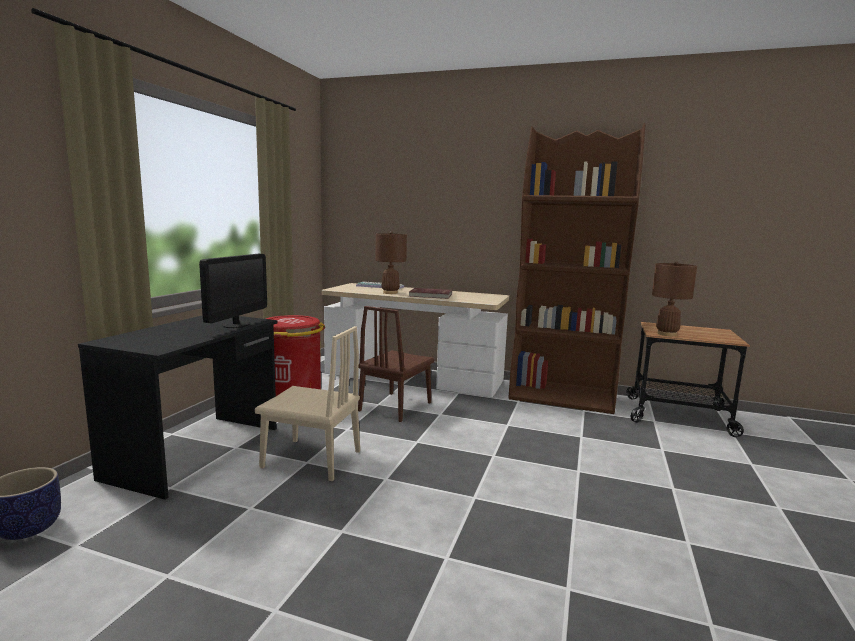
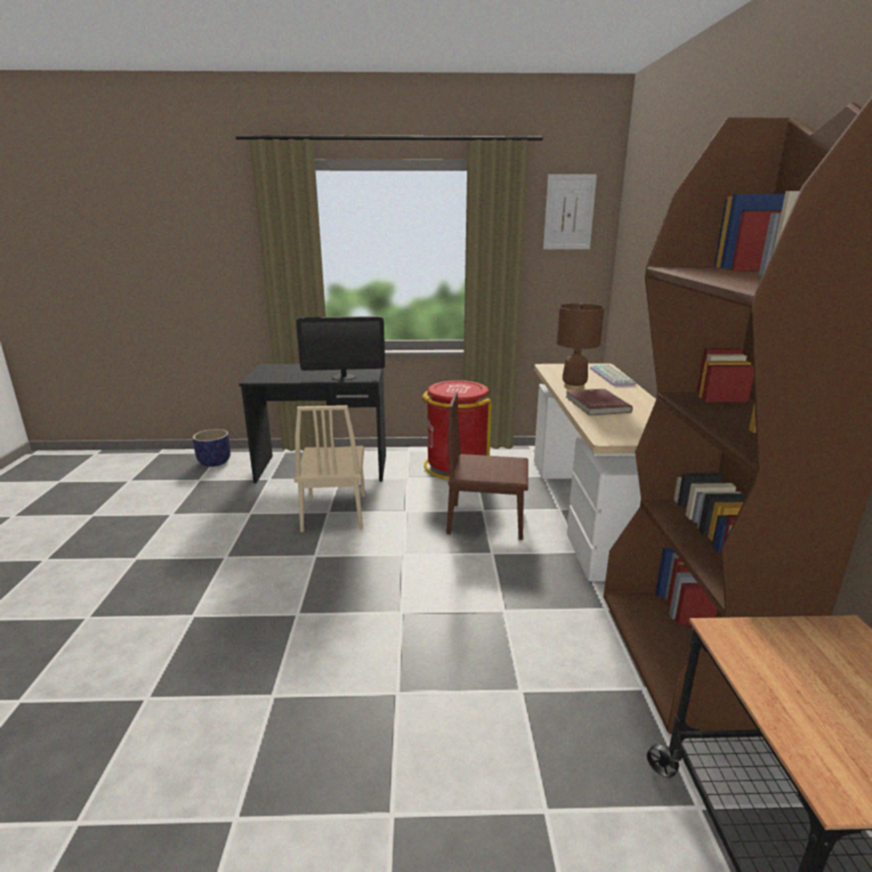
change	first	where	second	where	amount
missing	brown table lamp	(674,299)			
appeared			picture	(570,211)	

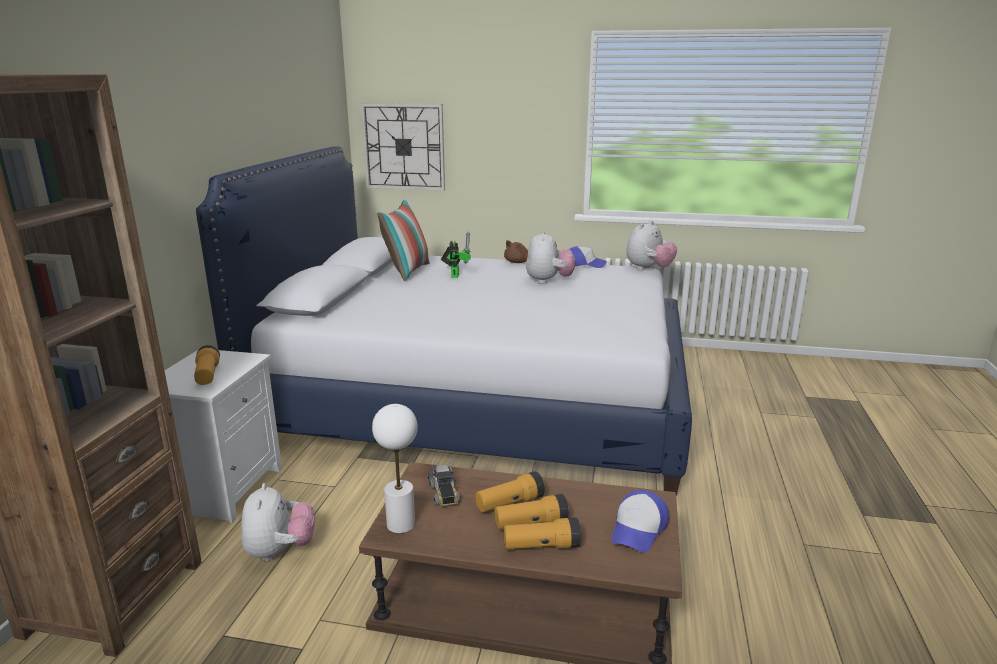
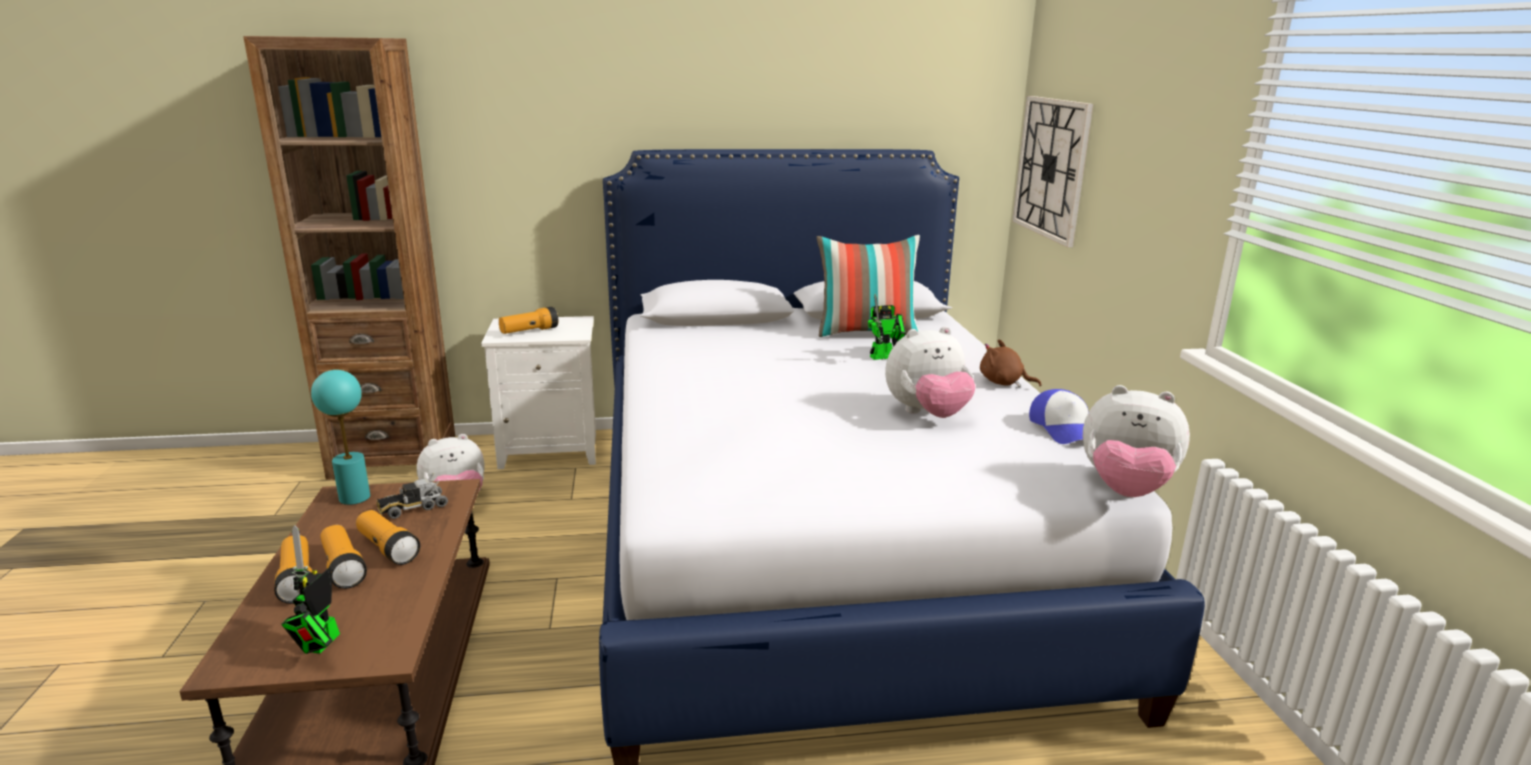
change	first	where	second	where	amount
colour	white table lamp	(395,468)	turquoise table lamp	(340,437)	
exchanged	cap	(640,521)	toy robot	(310,589)	

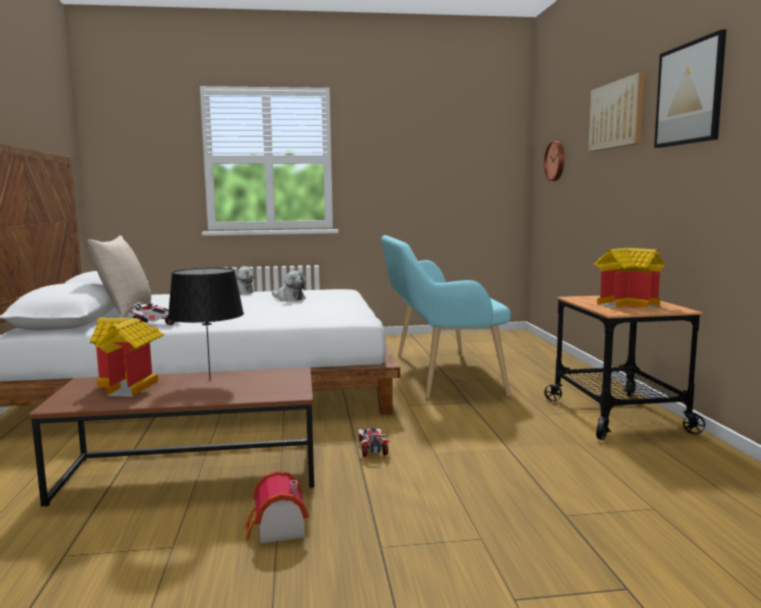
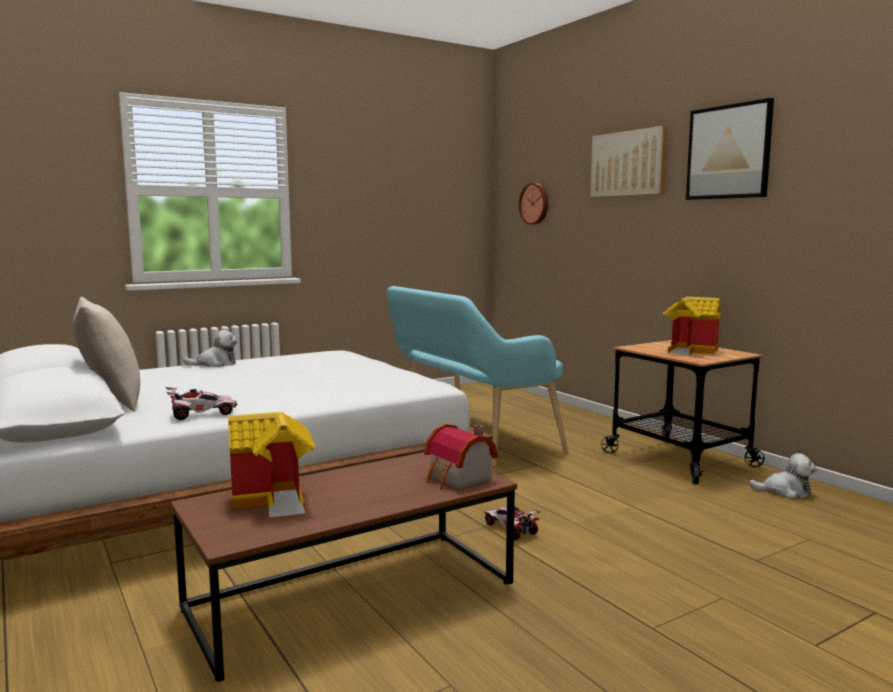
change	first	where	second	where	amount
missing	black table lamp	(206,324)			
relocated	toy house	(276,507)		(461,457)	
relocated	plush toy	(289,286)		(783,476)	

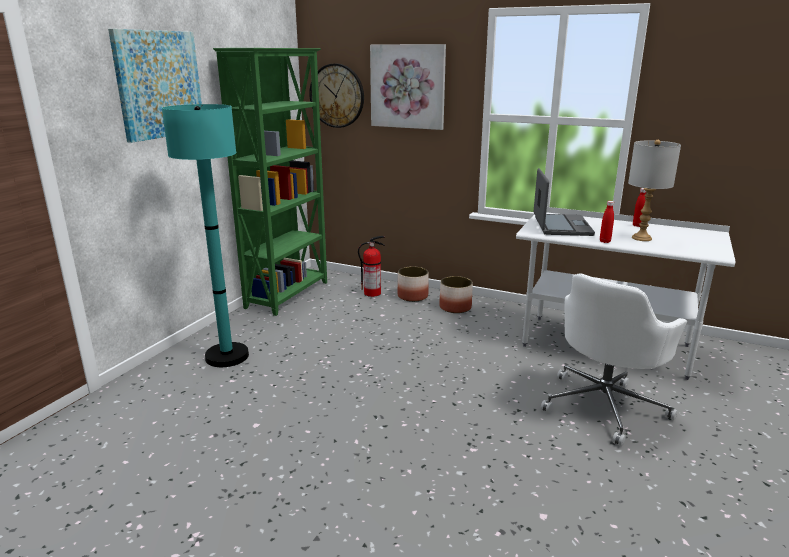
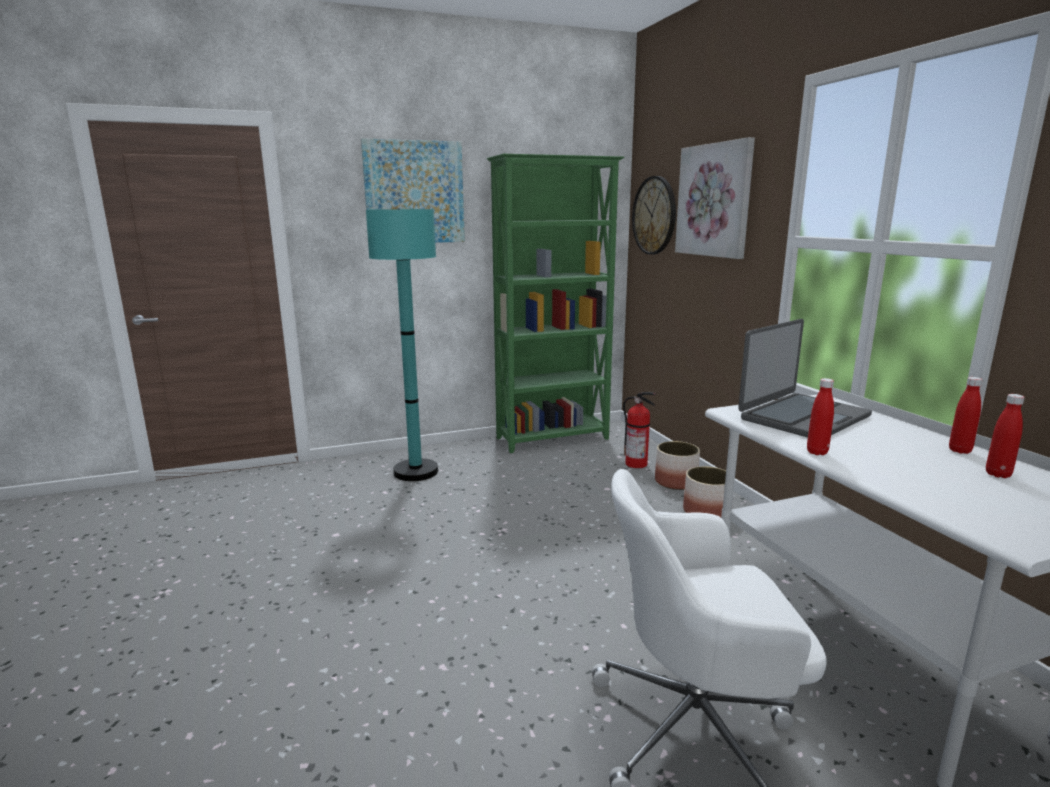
change	first	where	second	where	amount
missing	grey table lamp	(654,190)			
appeared			red bottle	(1005,436)	

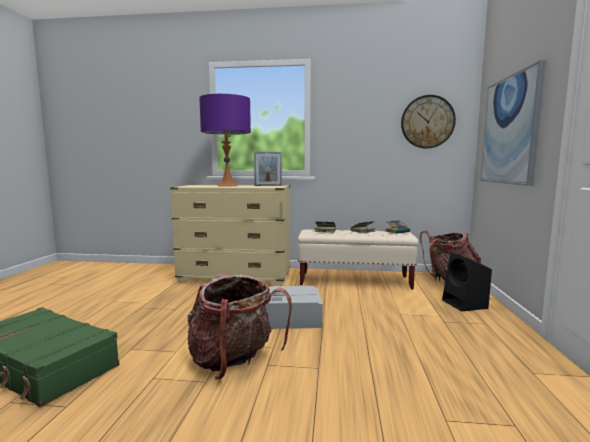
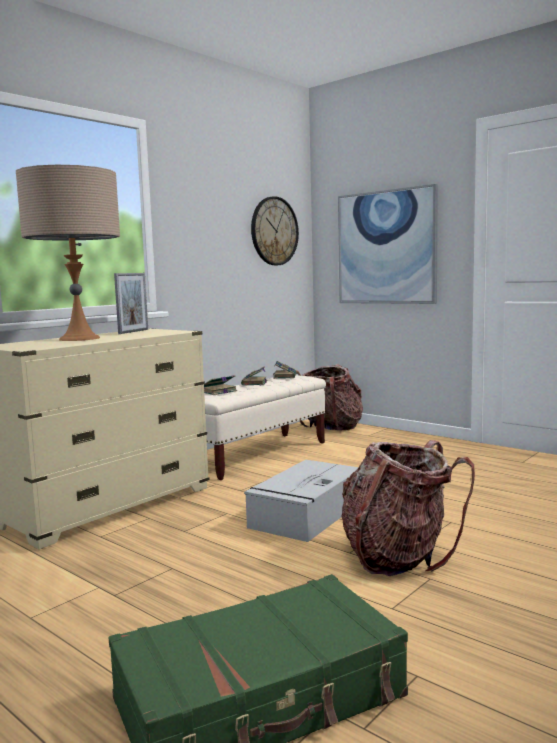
change	first	where	second	where	amount
colour	purple table lamp	(225,140)	beige table lamp	(68,253)	
missing	black speaker	(467,282)			

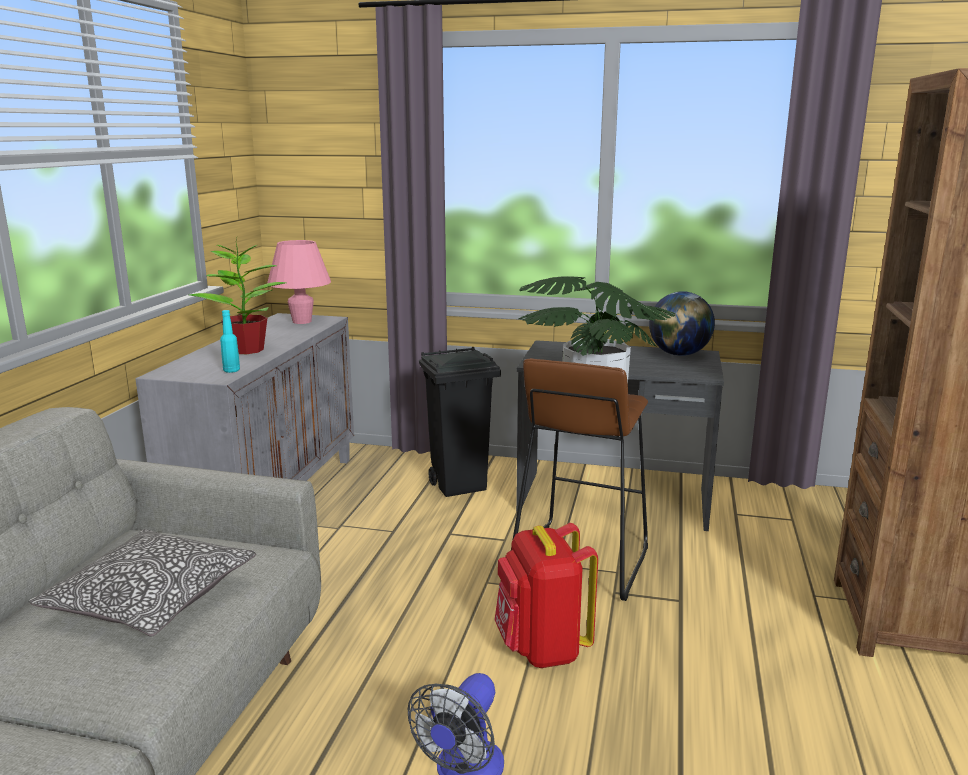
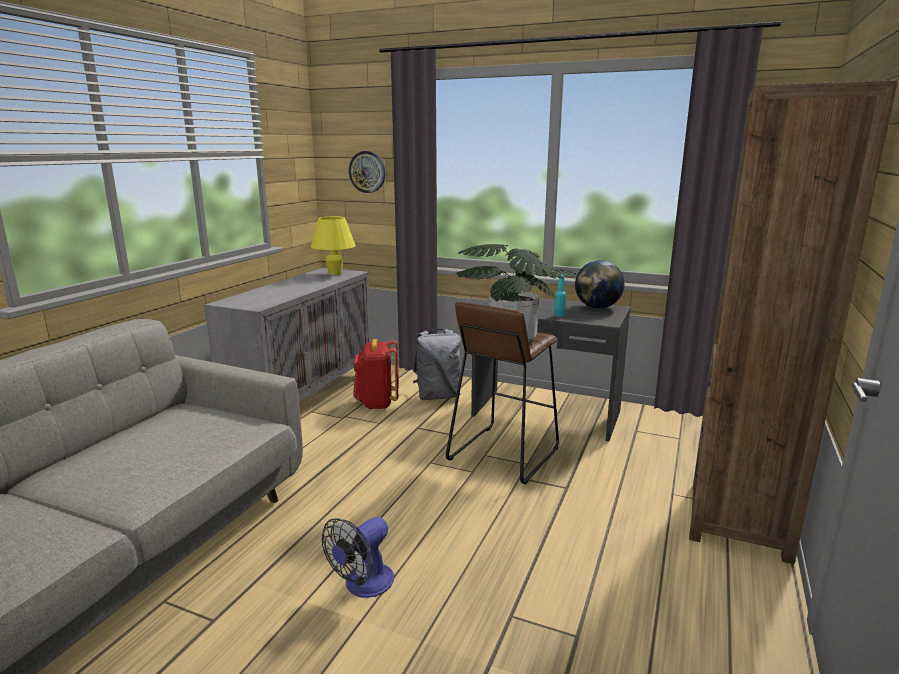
change	first	where	second	where	amount
missing	pillow	(142,582)			
missing	potted plant	(237,296)			
relocated	turquoise bottle	(230,341)		(560,295)	
colour	pink table lamp	(299,282)	yellow table lamp	(333,246)	
exchanged	black trash can	(460,422)	grey backpack	(437,364)	
relocated	red backpack	(546,595)		(376,374)	
appeared			wall clock	(367,172)	

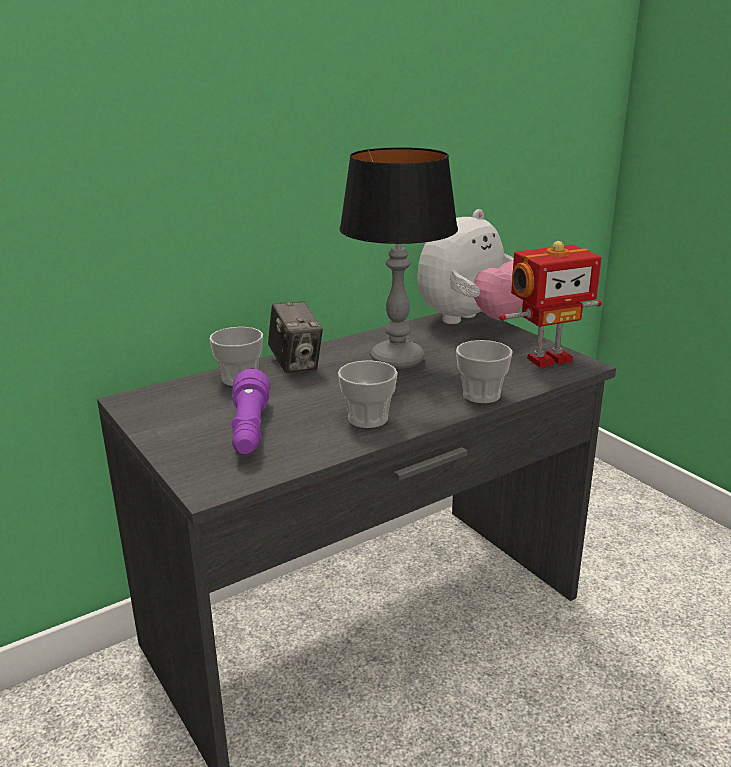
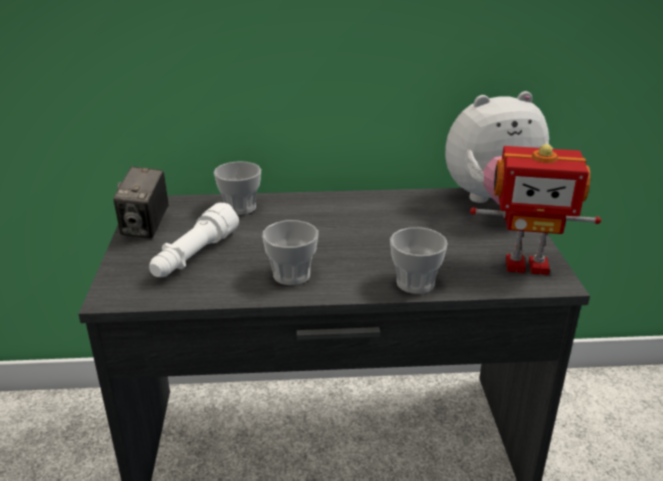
change	first	where	second	where	amount
colour	purple flashlight	(250,411)	white flashlight	(194,240)	
relocated	photo camera	(295,337)		(140,202)	
missing	table lamp	(398,258)			

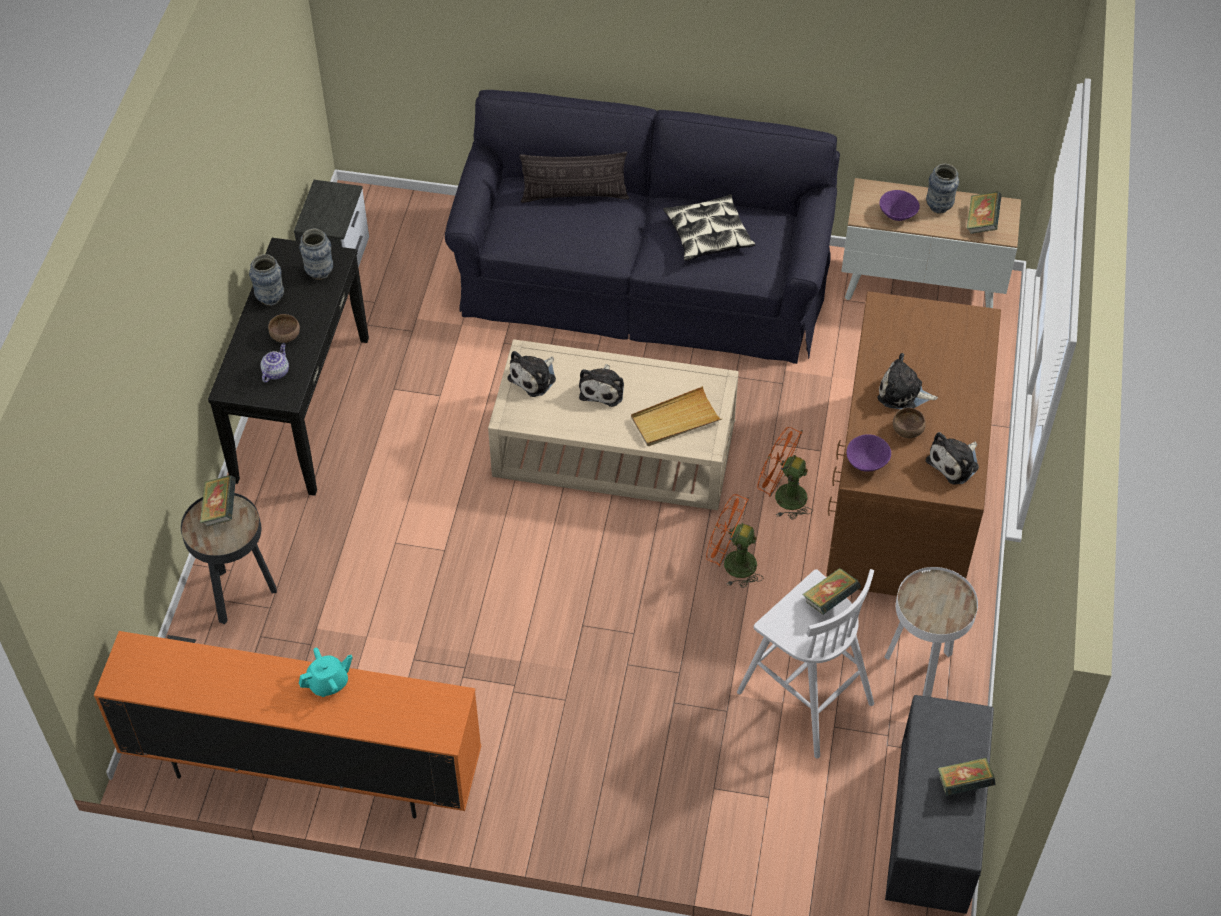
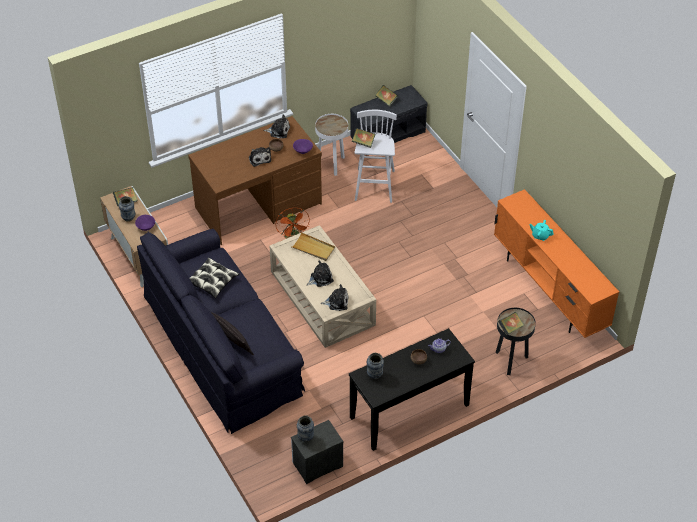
change	first	where	second	where	amount
relocated	vase	(266,280)		(305,428)	
missing	orange fan	(734,541)			

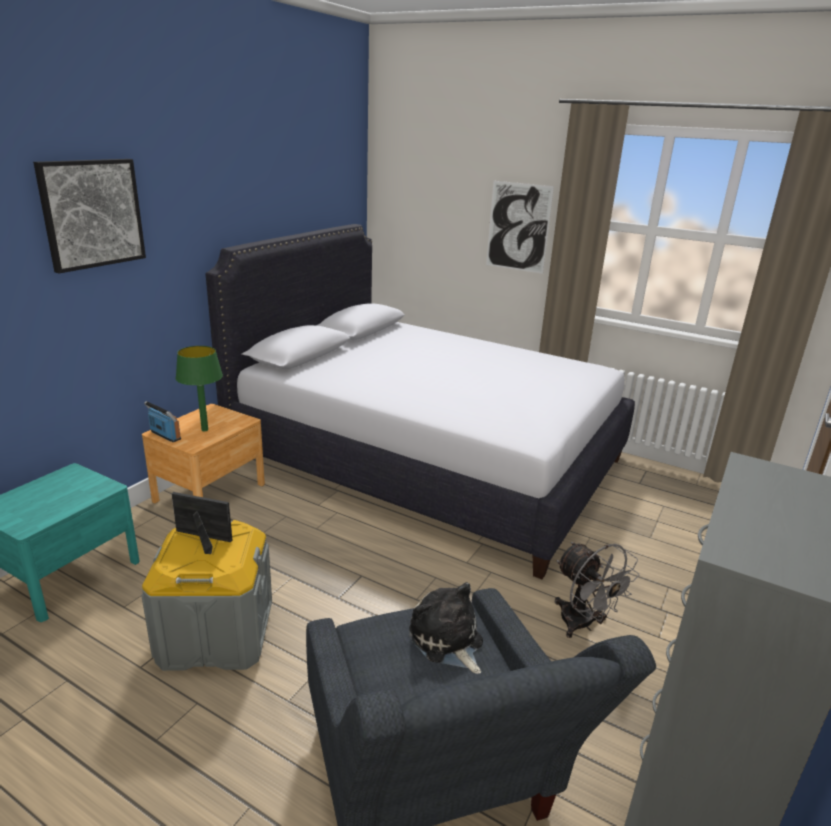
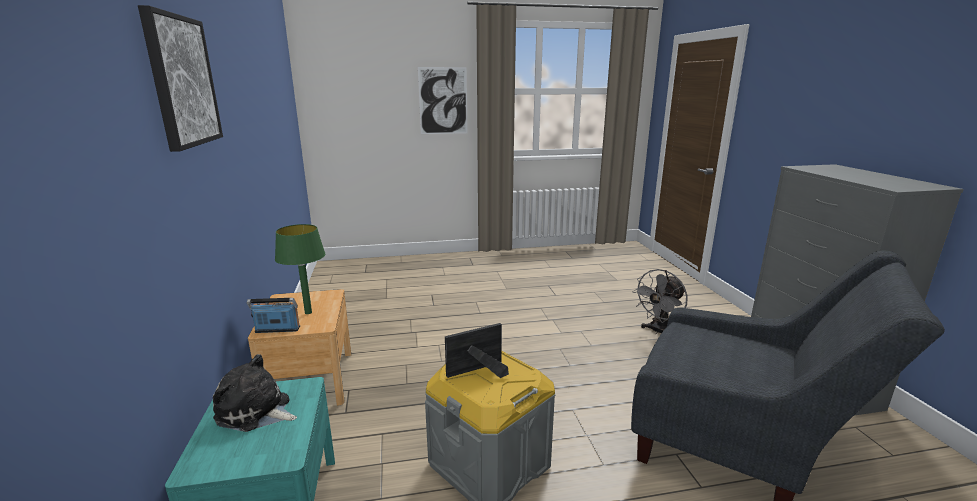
change	first	where	second	where	amount
missing	white bed	(420,401)			
relocated	plush toy	(446,628)		(255,393)	
spun	grey fan	(597,590)		(660,301)	120 degrees clockwise

